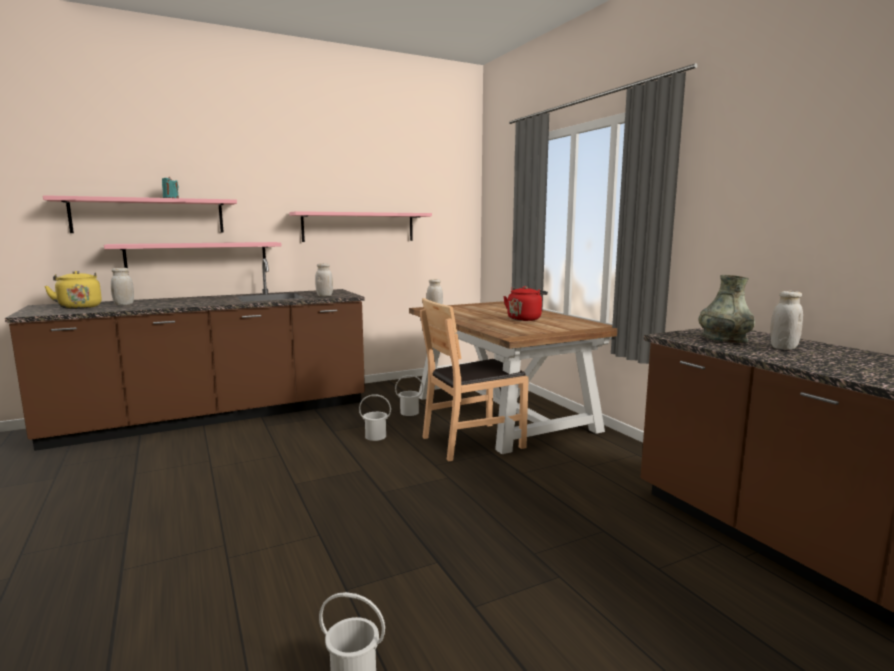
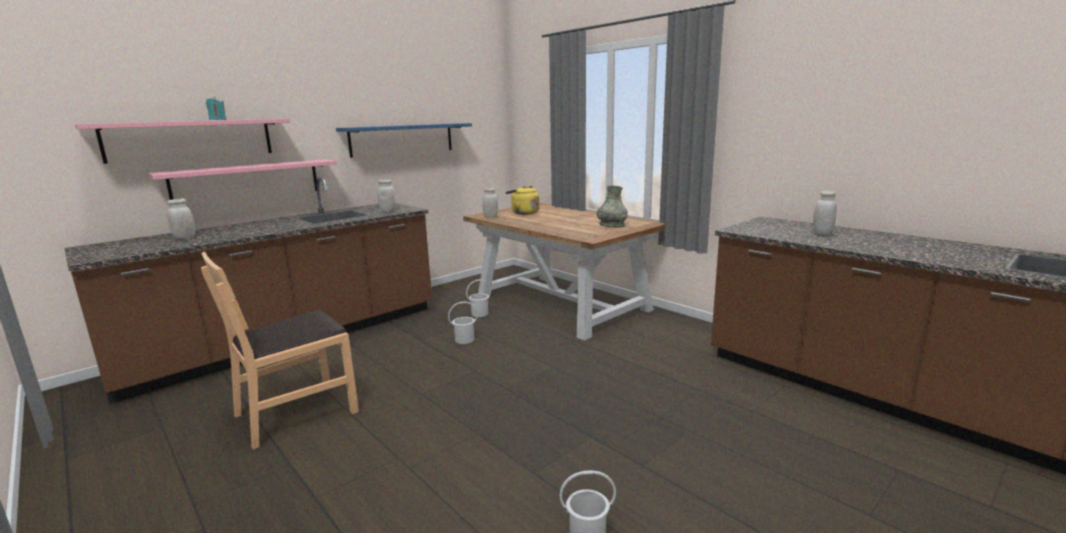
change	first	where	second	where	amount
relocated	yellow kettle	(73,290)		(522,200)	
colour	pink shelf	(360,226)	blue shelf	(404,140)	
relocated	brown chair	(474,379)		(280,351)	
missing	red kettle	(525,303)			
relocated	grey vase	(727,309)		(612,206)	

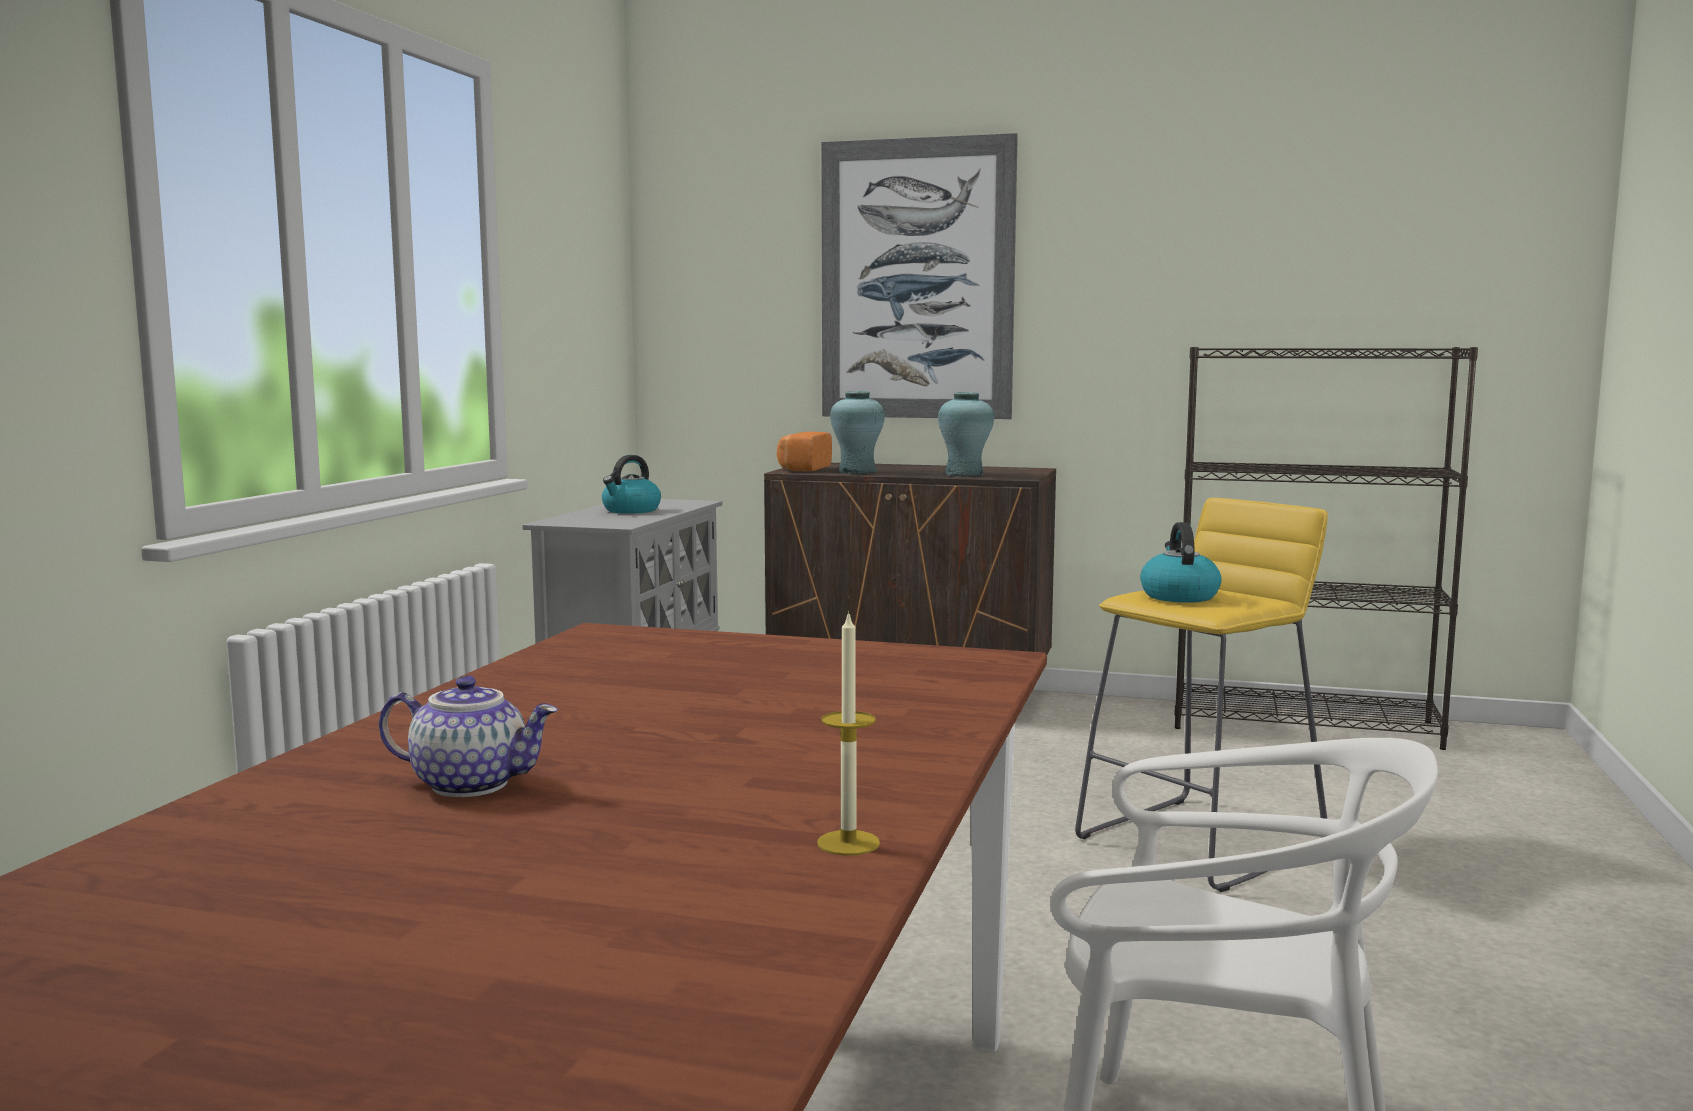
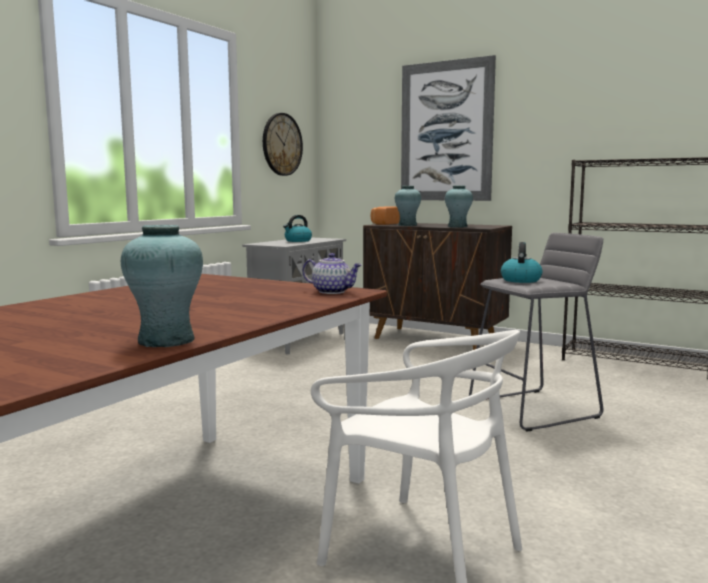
change	first	where	second	where	amount
relocated	teapot	(468,736)		(332,273)	
exchanged	candle	(848,733)	turquoise vase	(162,286)	
colour	yellow stool	(1201,695)	grey stool	(536,332)	
appeared			wall clock	(283,144)	

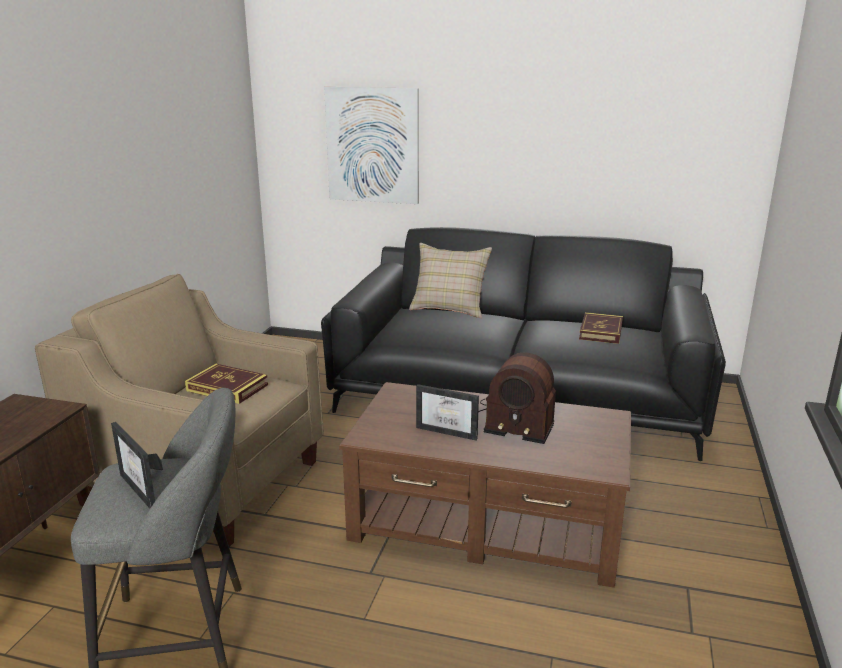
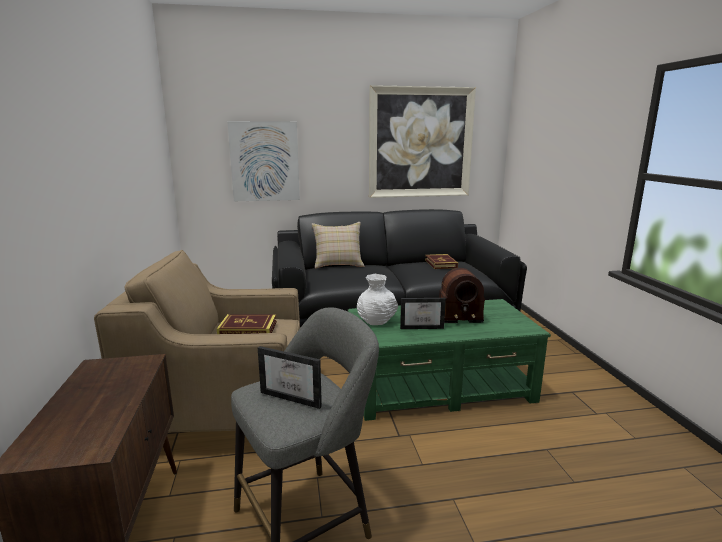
change	first	where	second	where	amount
colour	brown coffee table	(485,485)	green coffee table	(449,360)	
appeared			white vase	(377,299)	
appeared			picture	(422,141)	

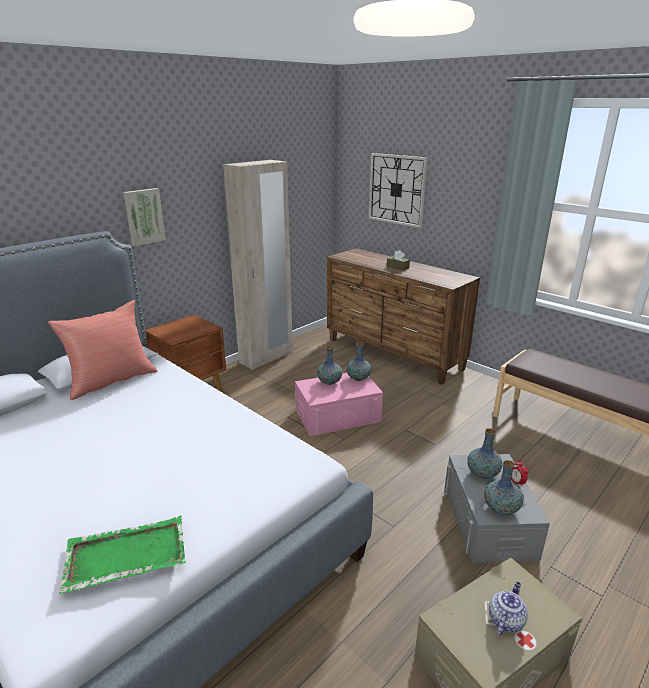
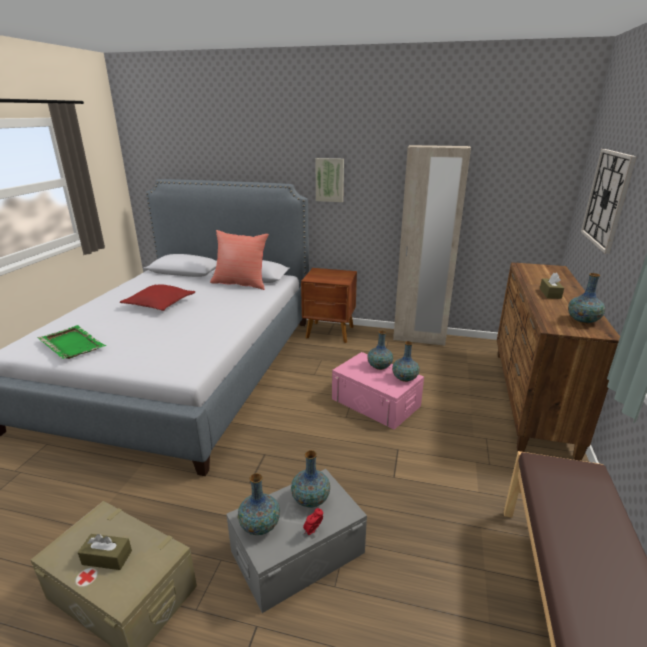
change	first	where	second	where	amount
exchanged	teapot	(508,608)	brown tissue box	(105,552)	
appeared			red pillow	(158,298)	
appeared			vase	(586,298)	

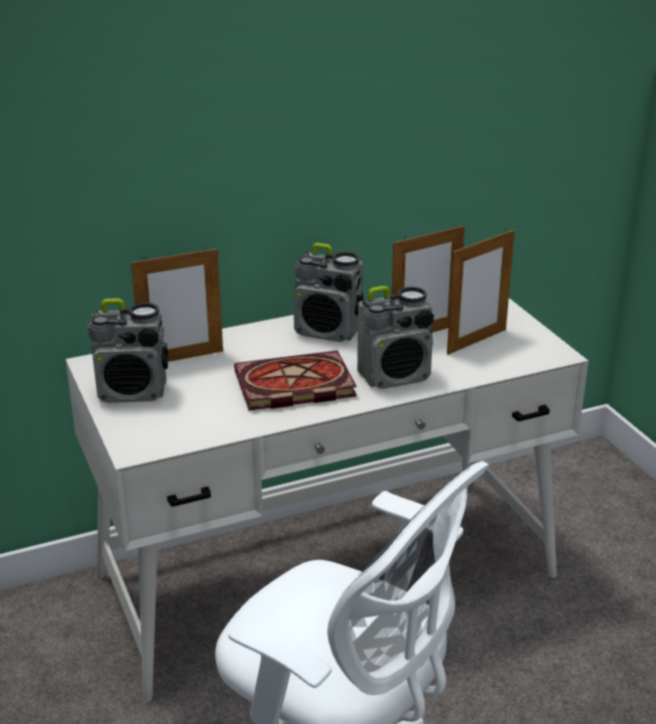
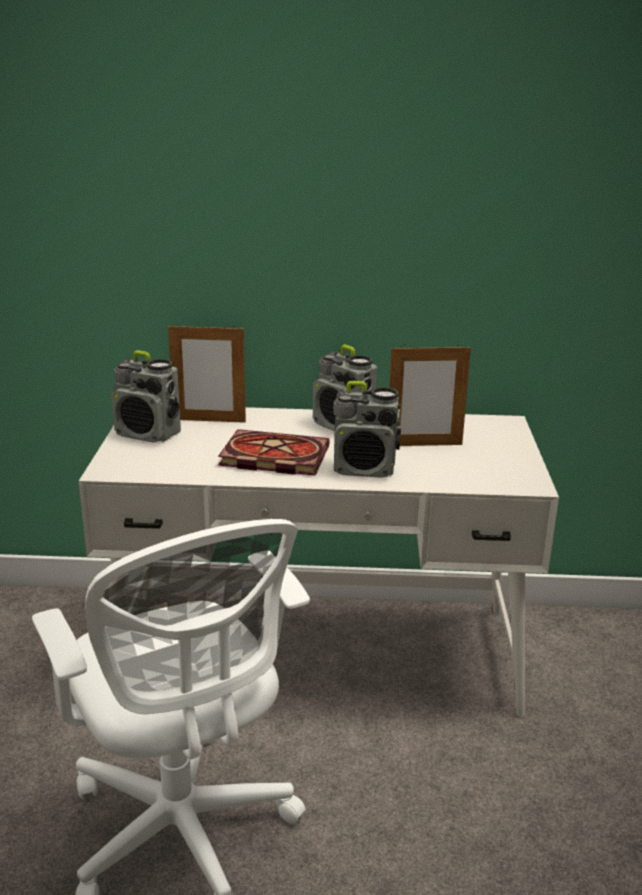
change	first	where	second	where	amount
missing	picture frame	(481,292)			

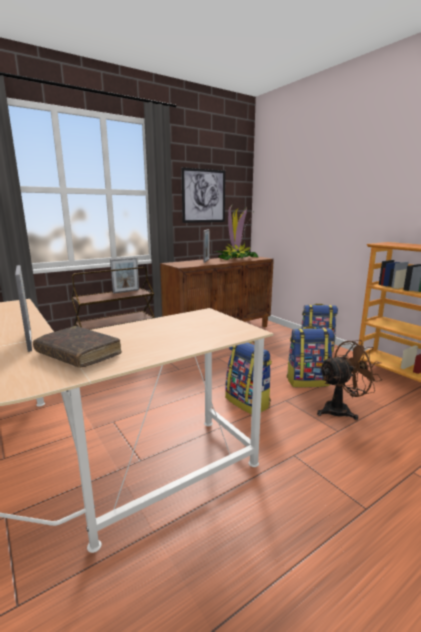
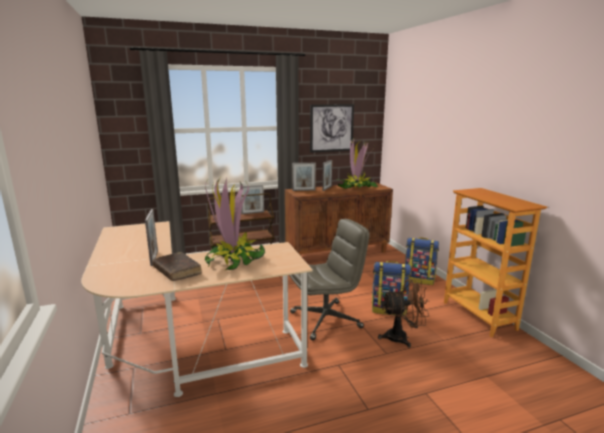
change	first	where	second	where	amount
exchanged	backpack	(248,378)	grey office chair	(329,279)	
appeared			potted plant	(235,224)	
appeared			picture frame	(304,177)	

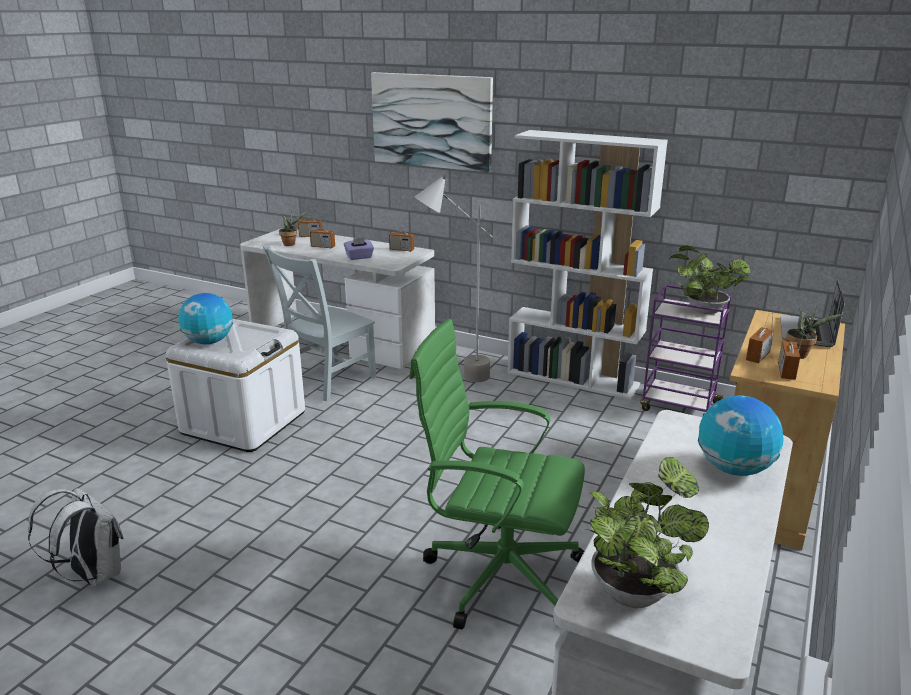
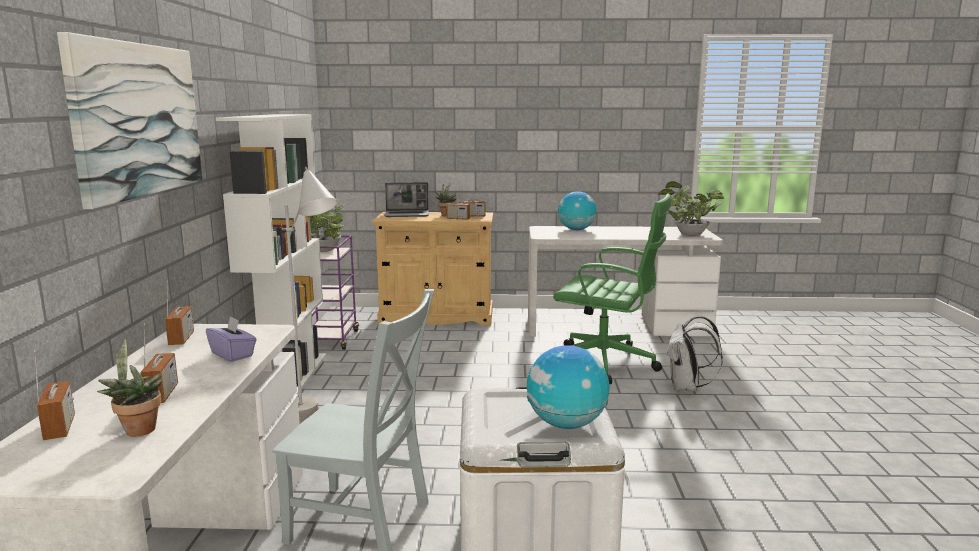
change	first	where	second	where	amount
relocated	white backpack	(76,537)		(694,354)	
spun	green office chair	(497,474)		(612,289)	60 degrees counterclockwise

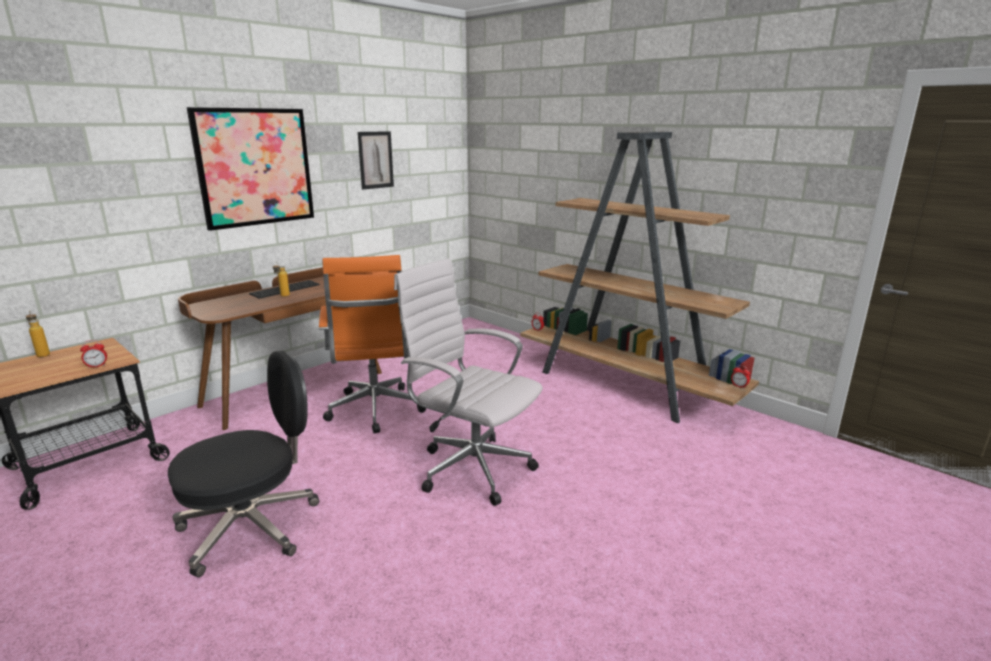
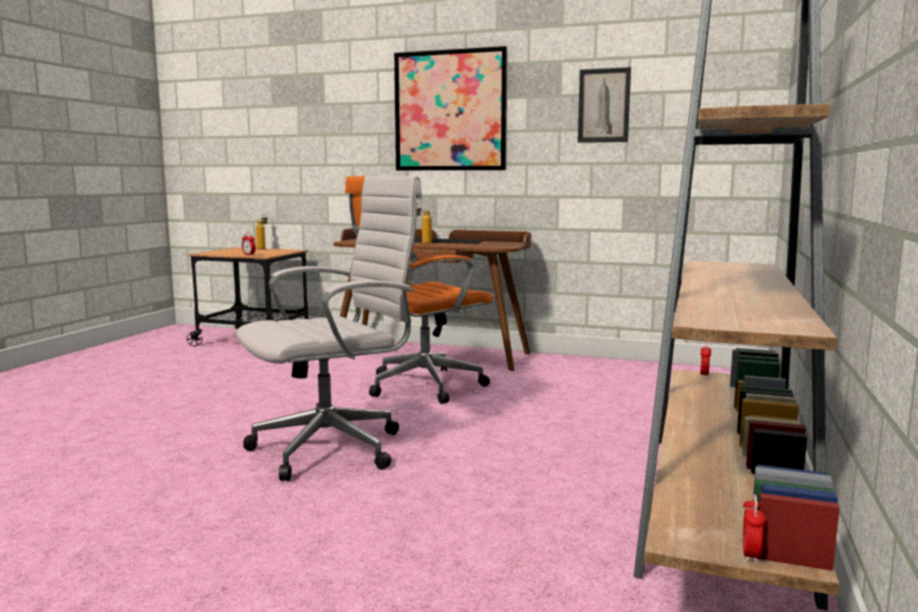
change	first	where	second	where	amount
missing	black office chair	(243,464)			
spun	white office chair	(468,382)		(329,328)	45 degrees clockwise

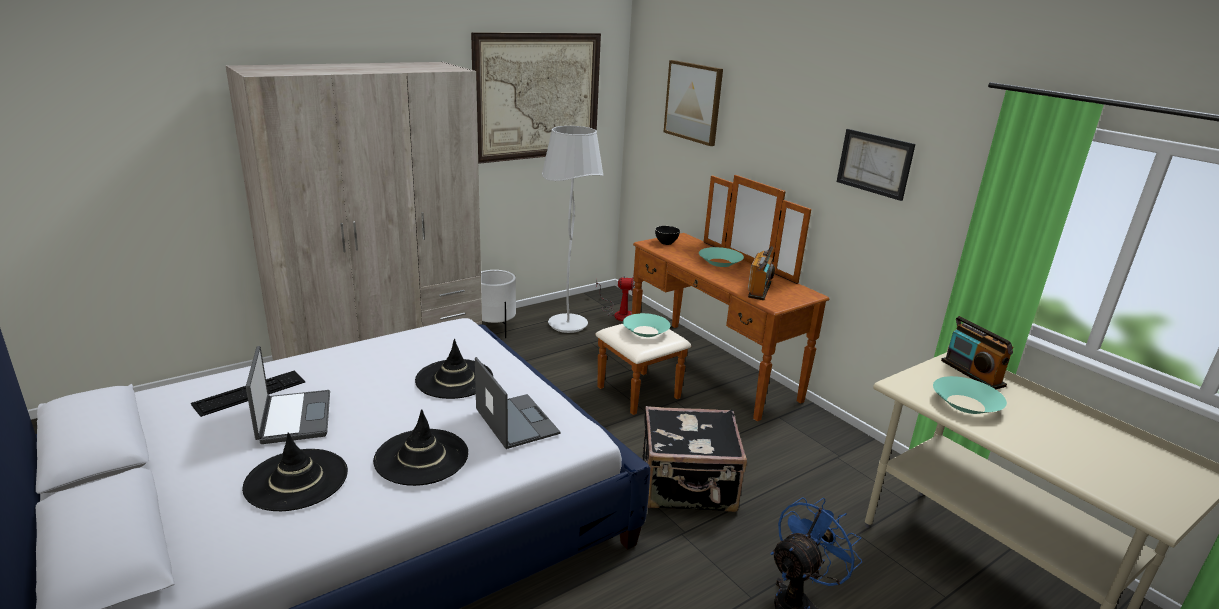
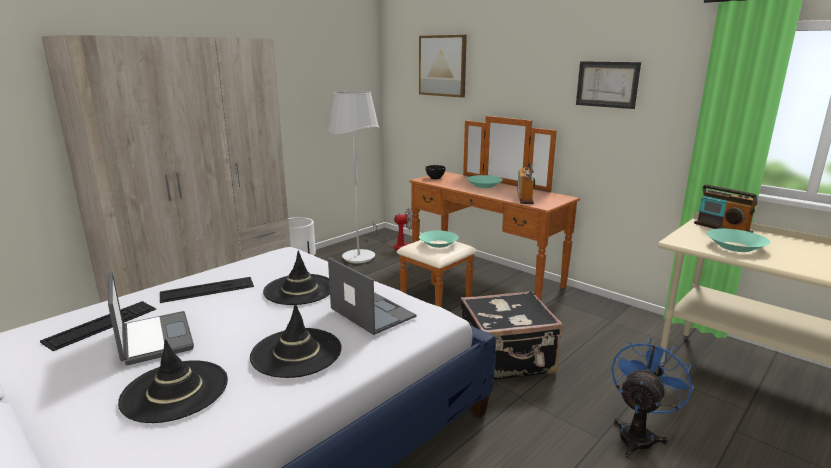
change	first	where	second	where	amount
missing	picture	(536,98)			
appeared			keyboard	(207,290)	

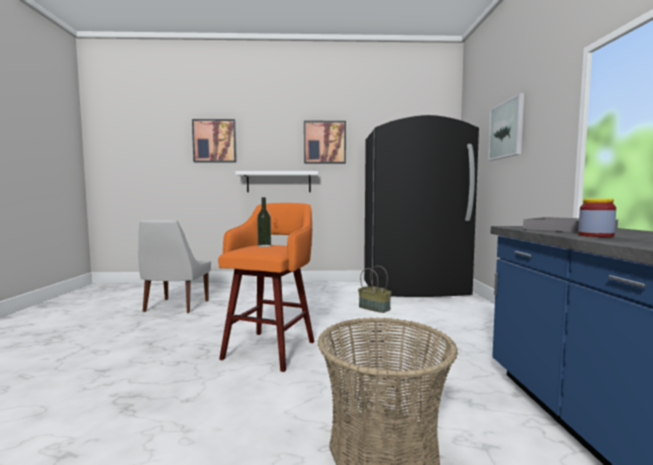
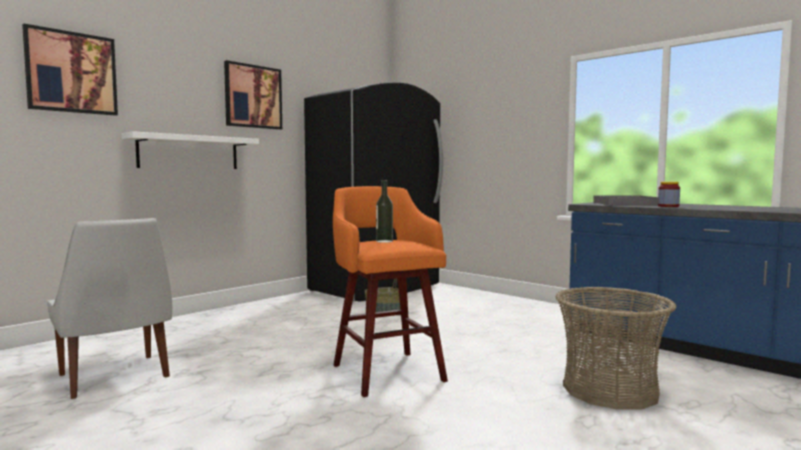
change	first	where	second	where	amount
missing	picture	(506,127)			

